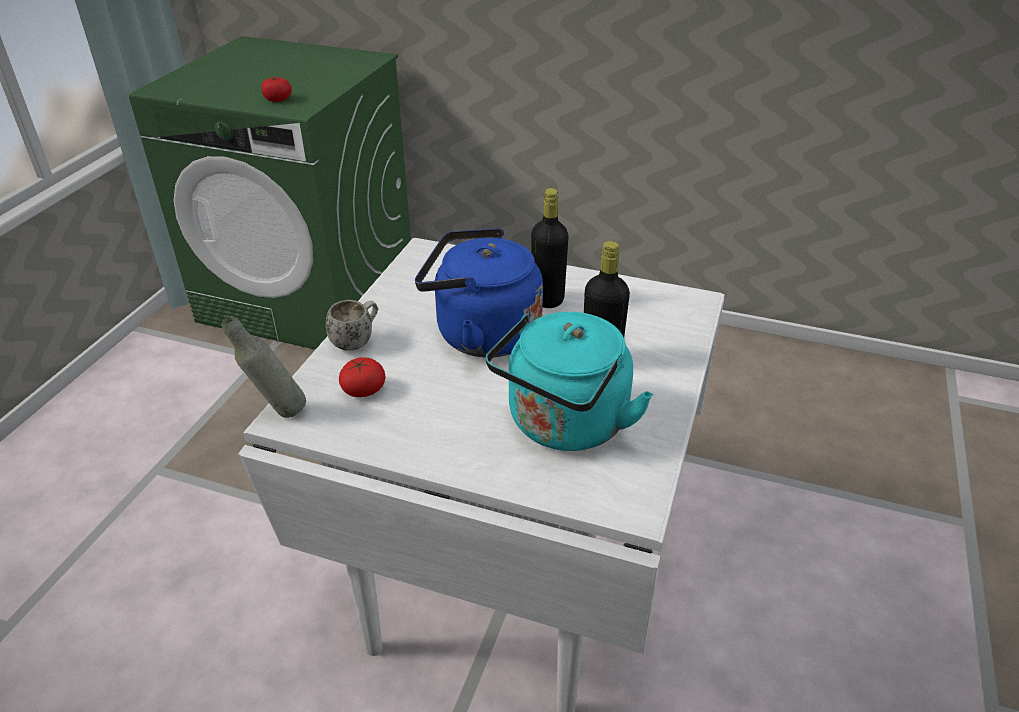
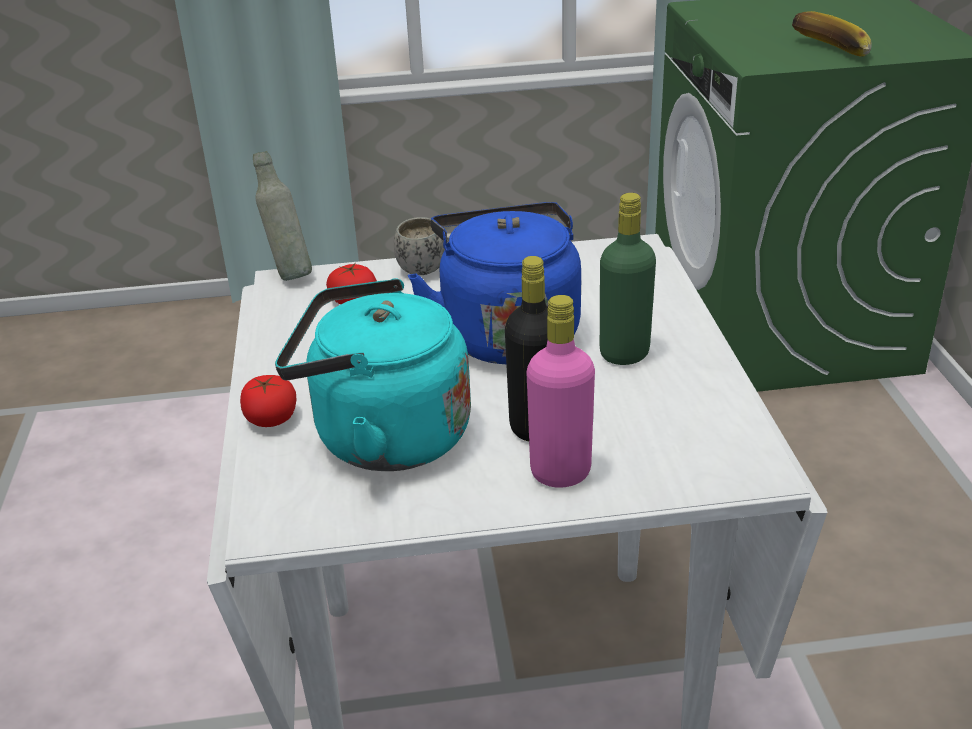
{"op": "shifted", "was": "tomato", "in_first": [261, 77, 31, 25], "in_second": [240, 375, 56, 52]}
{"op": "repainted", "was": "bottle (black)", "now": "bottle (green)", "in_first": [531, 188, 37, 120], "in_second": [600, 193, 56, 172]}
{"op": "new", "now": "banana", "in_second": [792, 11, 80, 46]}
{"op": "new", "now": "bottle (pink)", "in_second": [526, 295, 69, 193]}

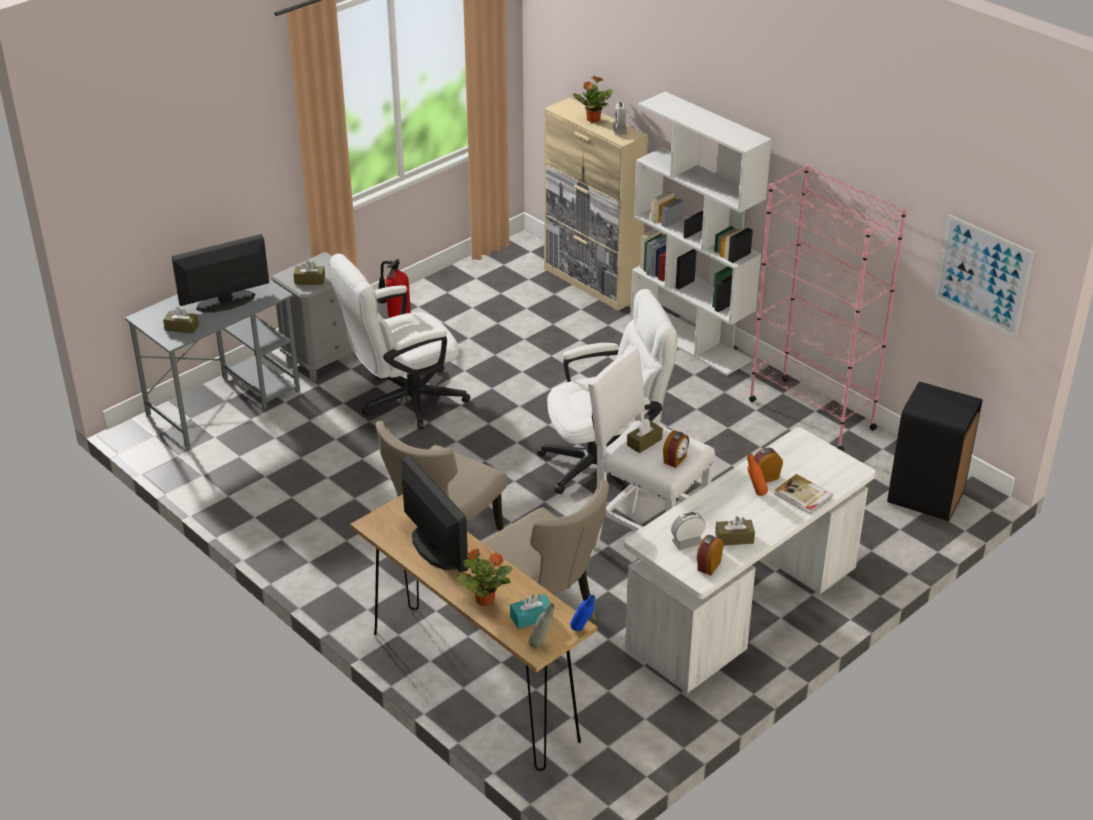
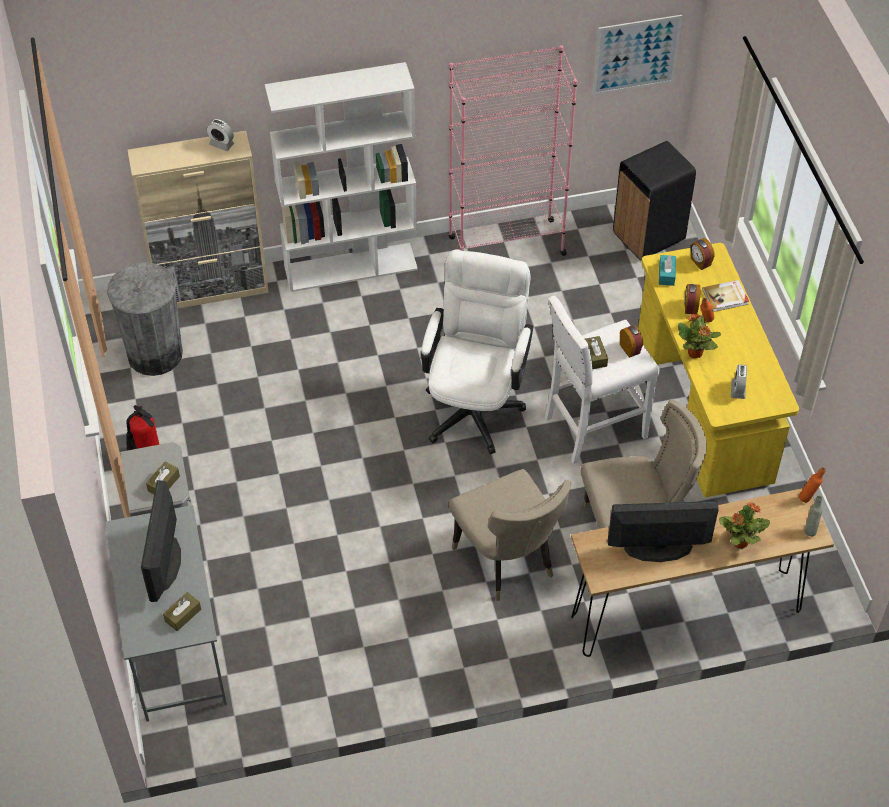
{"op": "shifted", "was": "potted plant", "in_first": [573, 76, 40, 47], "in_second": [678, 314, 43, 44]}
{"op": "gone", "was": "office chair (white)", "in_first": [329, 254, 141, 176]}
{"op": "repainted", "was": "desk (white)", "now": "desk (yellow)", "in_first": [624, 427, 252, 267], "in_second": [638, 243, 161, 254]}
{"op": "gone", "was": "tissue box (brown)", "in_first": [715, 516, 40, 29]}
{"op": "shifted", "was": "alarm clock", "in_first": [697, 535, 27, 40], "in_second": [690, 238, 24, 32]}
{"op": "shifted", "was": "tissue box (turquoise)", "in_first": [510, 594, 43, 35], "in_second": [659, 255, 17, 31]}
{"op": "repainted", "was": "bottle (blue)", "now": "bottle (orange)", "in_first": [570, 595, 25, 36], "in_second": [799, 467, 27, 36]}
{"op": "new", "now": "trash can (grey)", "in_second": [107, 262, 76, 114]}

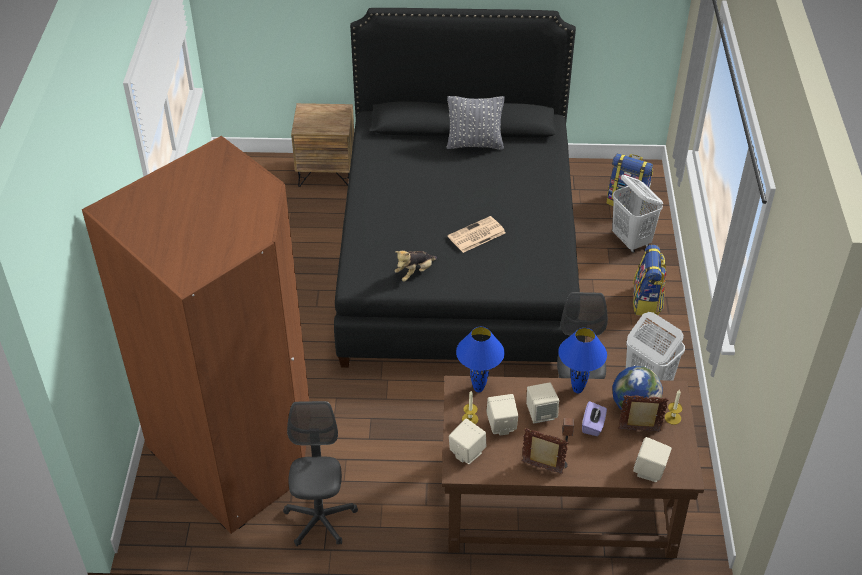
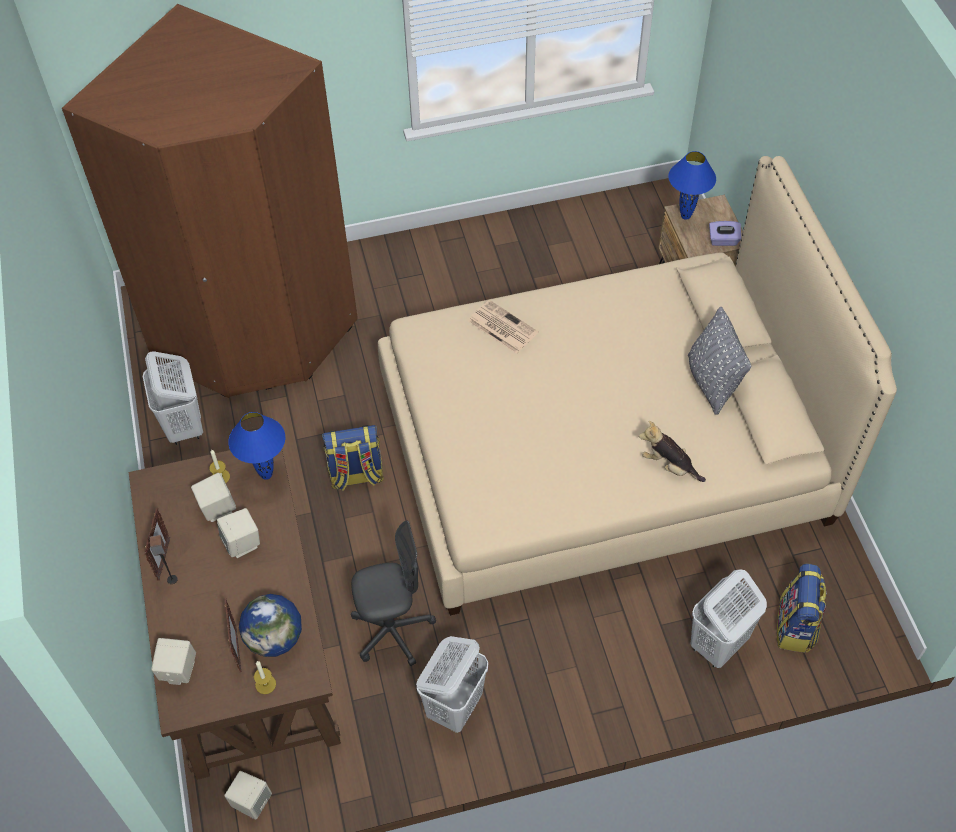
{"op": "repainted", "was": "bed (black)", "now": "bed (beige)", "in_first": [334, 8, 246, 360], "in_second": [378, 156, 519, 460]}
{"op": "shifted", "was": "newspaper", "in_first": [448, 216, 58, 37], "in_second": [468, 300, 70, 54]}
{"op": "shifted", "was": "backpack", "in_first": [633, 245, 33, 71], "in_second": [322, 425, 62, 66]}
{"op": "shifted", "was": "plush toy", "in_first": [395, 251, 42, 31], "in_second": [639, 421, 67, 61]}
{"op": "shifted", "was": "table lamp (blue)", "in_first": [558, 328, 49, 65], "in_second": [668, 151, 48, 69]}
{"op": "swapped", "was": "office chair (grey)", "now": "laundry basket (white)", "in_first": [283, 401, 75, 145], "in_second": [143, 351, 60, 94]}
{"op": "shifted", "was": "tissue box (purple)", "in_first": [582, 401, 25, 35], "in_second": [709, 221, 32, 25]}
{"op": "shifted", "was": "speaker (beige)", "in_first": [449, 418, 37, 46], "in_second": [224, 771, 48, 49]}

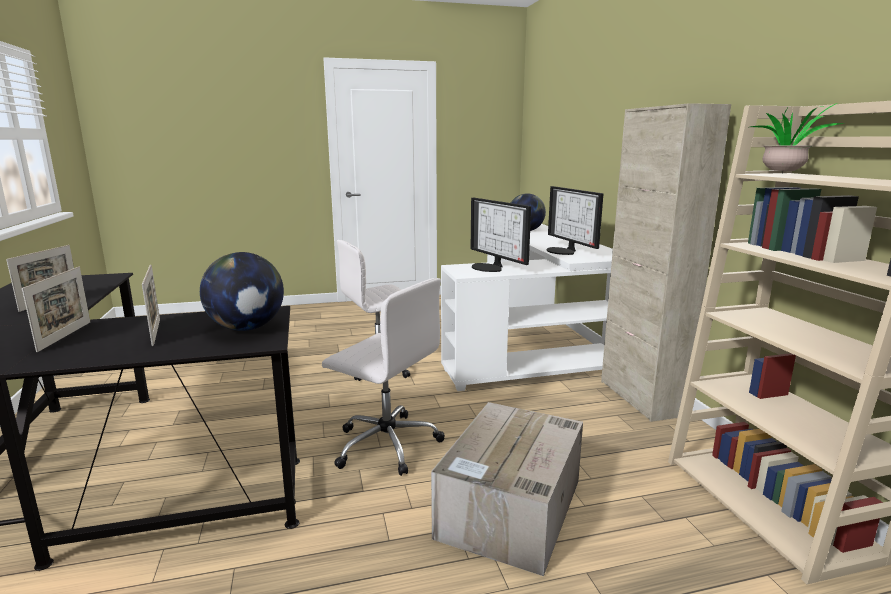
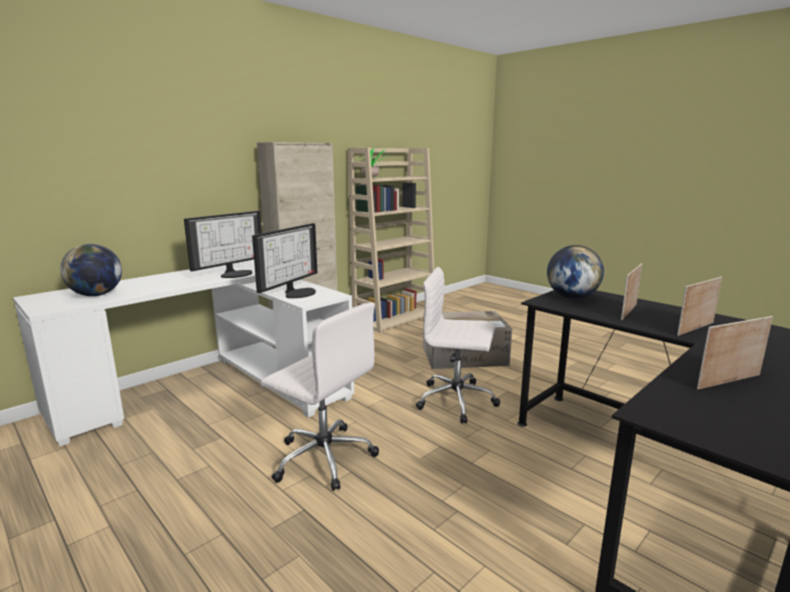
{"op": "rotated", "was": "office chair (white)", "in_first": [322, 278, 123, 198], "in_second": [416, 267, 84, 157], "clockwise": -75}

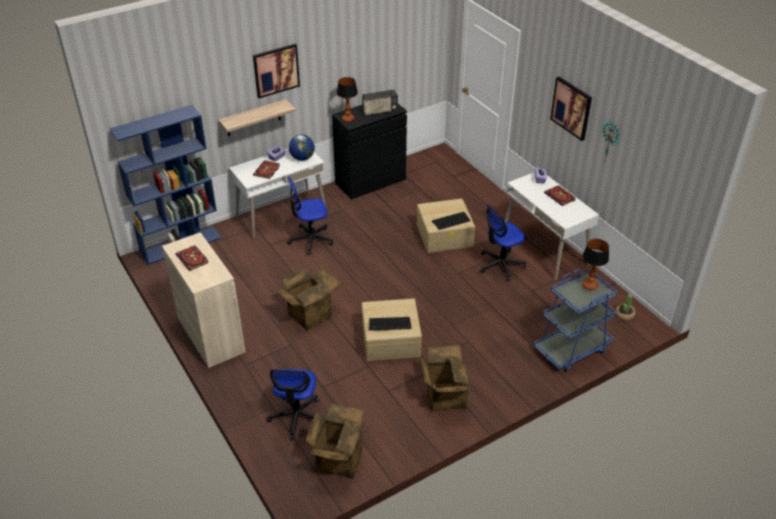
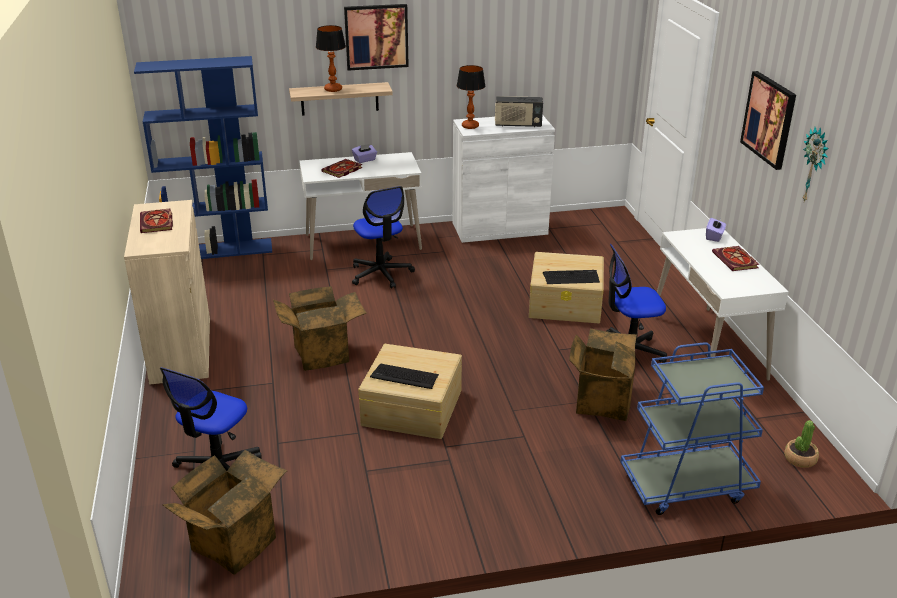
{"op": "repainted", "was": "cabinet (black)", "now": "cabinet (white)", "in_first": [332, 104, 75, 95], "in_second": [453, 115, 102, 128]}
{"op": "gone", "was": "globe", "in_first": [289, 134, 26, 27]}
{"op": "rotated", "was": "office chair", "in_first": [287, 177, 46, 78], "in_second": [352, 186, 63, 103], "clockwise": -120}
{"op": "shifted", "was": "table lamp", "in_first": [582, 239, 27, 51], "in_second": [316, 25, 30, 67]}
{"op": "shifted", "was": "cardboard box", "in_first": [421, 345, 50, 67], "in_second": [569, 328, 68, 93]}

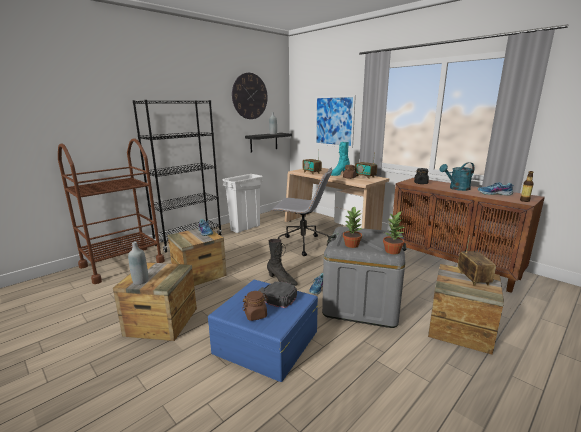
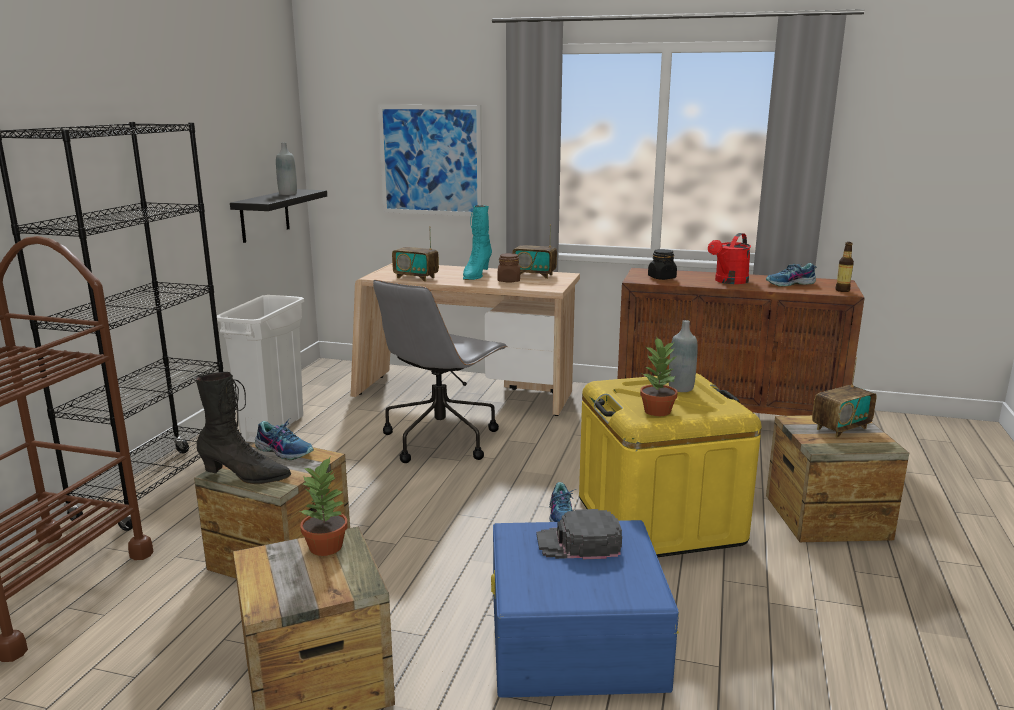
{"op": "gone", "was": "wall clock", "in_first": [232, 73, 36, 46]}
{"op": "repainted", "was": "watering can (turquoise)", "now": "watering can (red)", "in_first": [440, 162, 34, 29], "in_second": [708, 233, 43, 51]}
{"op": "rotated", "was": "office chair (grey)", "in_first": [271, 167, 61, 89], "in_second": [373, 280, 135, 183], "clockwise": 135}
{"op": "shifted", "was": "potted plant", "in_first": [383, 212, 22, 42], "in_second": [300, 457, 48, 99]}
{"op": "repainted", "was": "storage box (grey)", "now": "storage box (yellow)", "in_first": [322, 226, 84, 102], "in_second": [579, 373, 182, 184]}
{"op": "rotated", "was": "radio", "in_first": [458, 235, 38, 51], "in_second": [812, 357, 64, 81], "clockwise": 90}
{"op": "shifted", "was": "boot (black)", "in_first": [267, 239, 31, 47], "in_second": [196, 372, 95, 112]}
{"op": "shifted", "was": "bottle (grey)", "in_first": [128, 242, 20, 43], "in_second": [669, 320, 29, 72]}
{"op": "gone", "was": "jar (brown)", "in_first": [242, 291, 27, 30]}

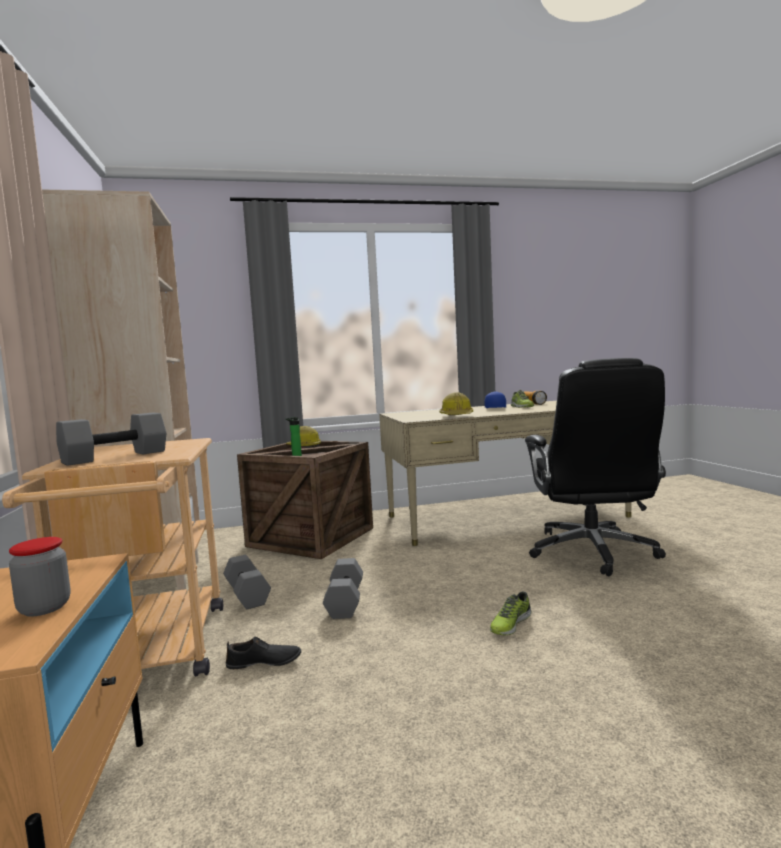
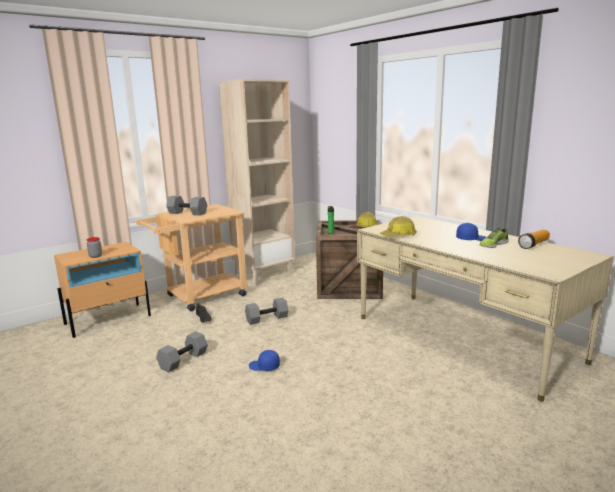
{"op": "gone", "was": "office chair (black)", "in_first": [525, 358, 141, 218]}
{"op": "shifted", "was": "dumbbell (grey)", "in_first": [223, 555, 48, 54], "in_second": [156, 331, 52, 41]}
{"op": "swapped", "was": "shoe", "now": "cap (blue)", "in_first": [490, 591, 41, 44], "in_second": [249, 350, 31, 21]}

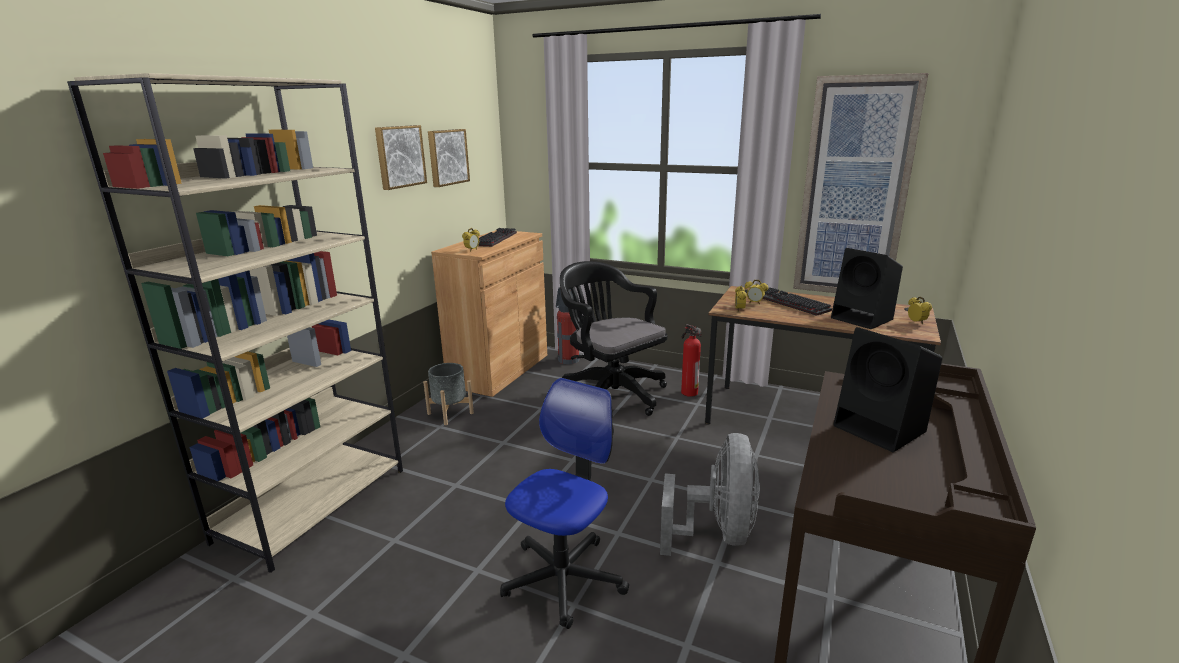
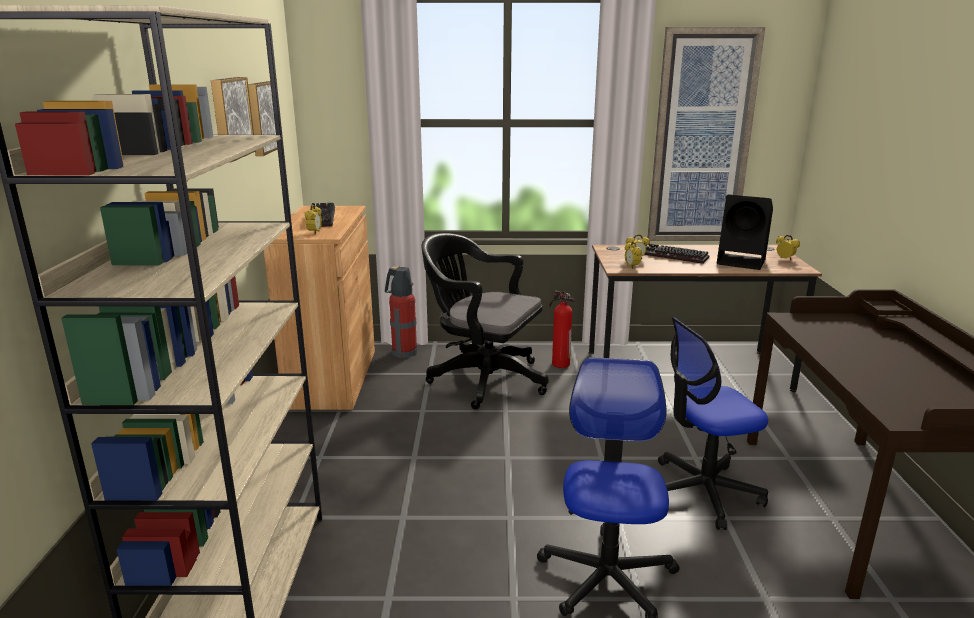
{"op": "gone", "was": "speaker (black)", "in_first": [833, 327, 109, 125]}
{"op": "gone", "was": "planter (grey)", "in_first": [423, 363, 51, 62]}
{"op": "swapped", "was": "fan (grey)", "now": "office chair", "in_first": [660, 433, 100, 123], "in_second": [658, 317, 110, 213]}

